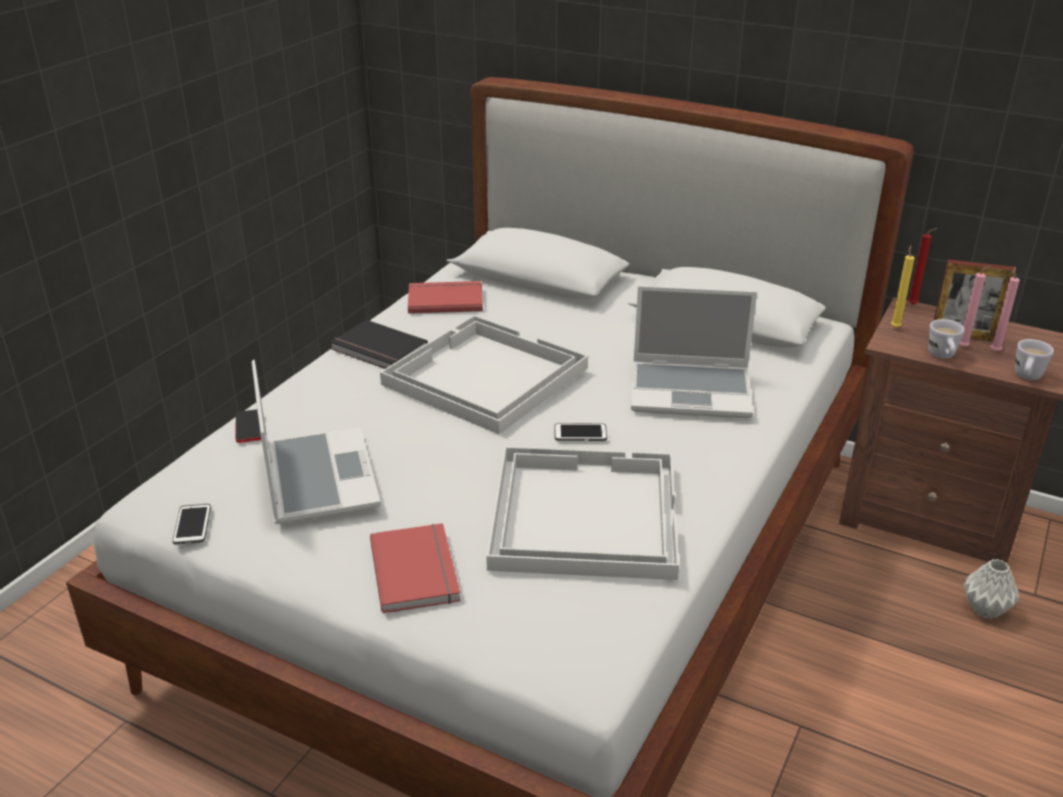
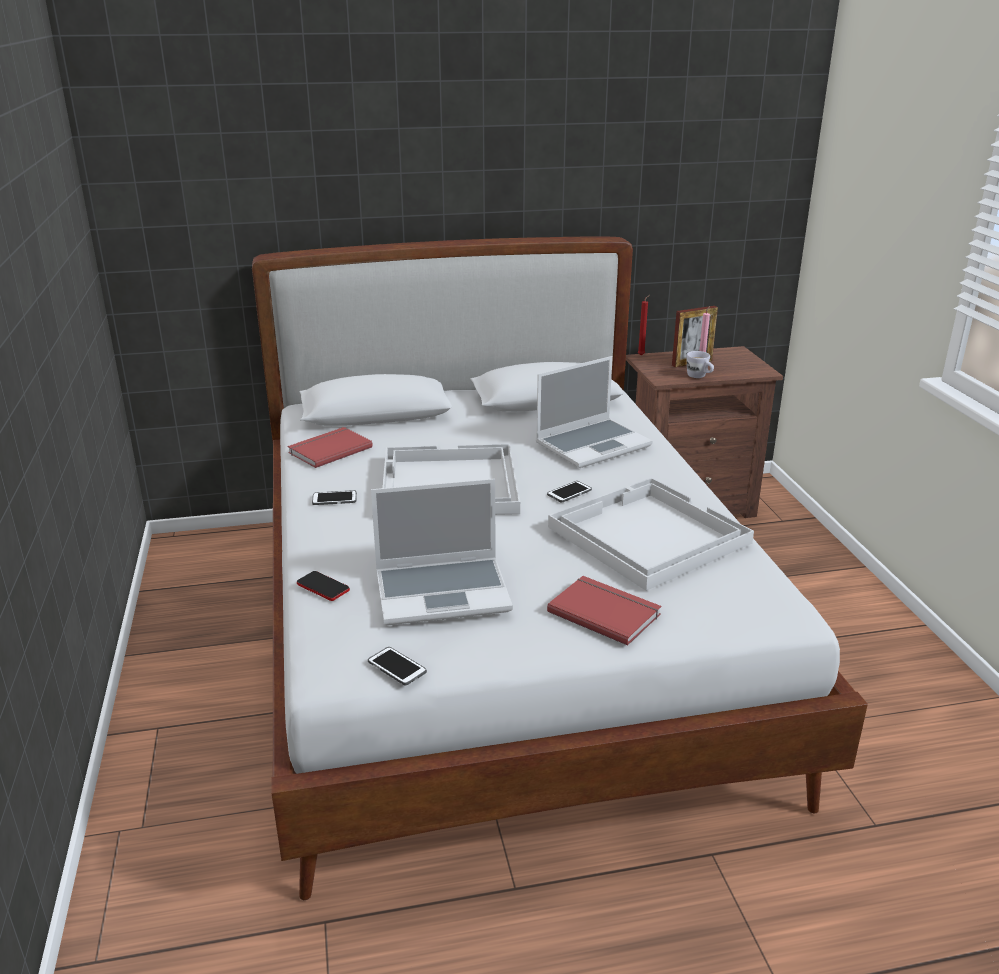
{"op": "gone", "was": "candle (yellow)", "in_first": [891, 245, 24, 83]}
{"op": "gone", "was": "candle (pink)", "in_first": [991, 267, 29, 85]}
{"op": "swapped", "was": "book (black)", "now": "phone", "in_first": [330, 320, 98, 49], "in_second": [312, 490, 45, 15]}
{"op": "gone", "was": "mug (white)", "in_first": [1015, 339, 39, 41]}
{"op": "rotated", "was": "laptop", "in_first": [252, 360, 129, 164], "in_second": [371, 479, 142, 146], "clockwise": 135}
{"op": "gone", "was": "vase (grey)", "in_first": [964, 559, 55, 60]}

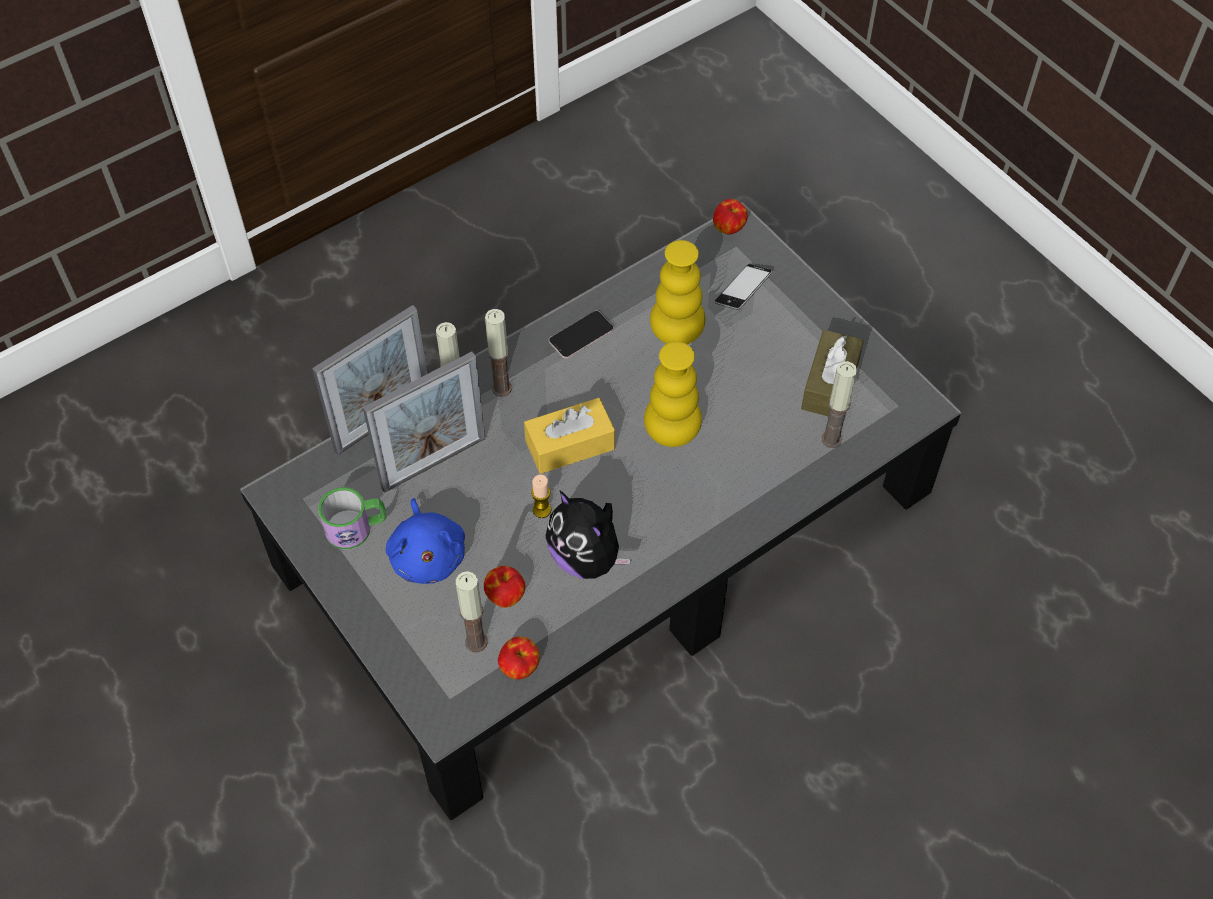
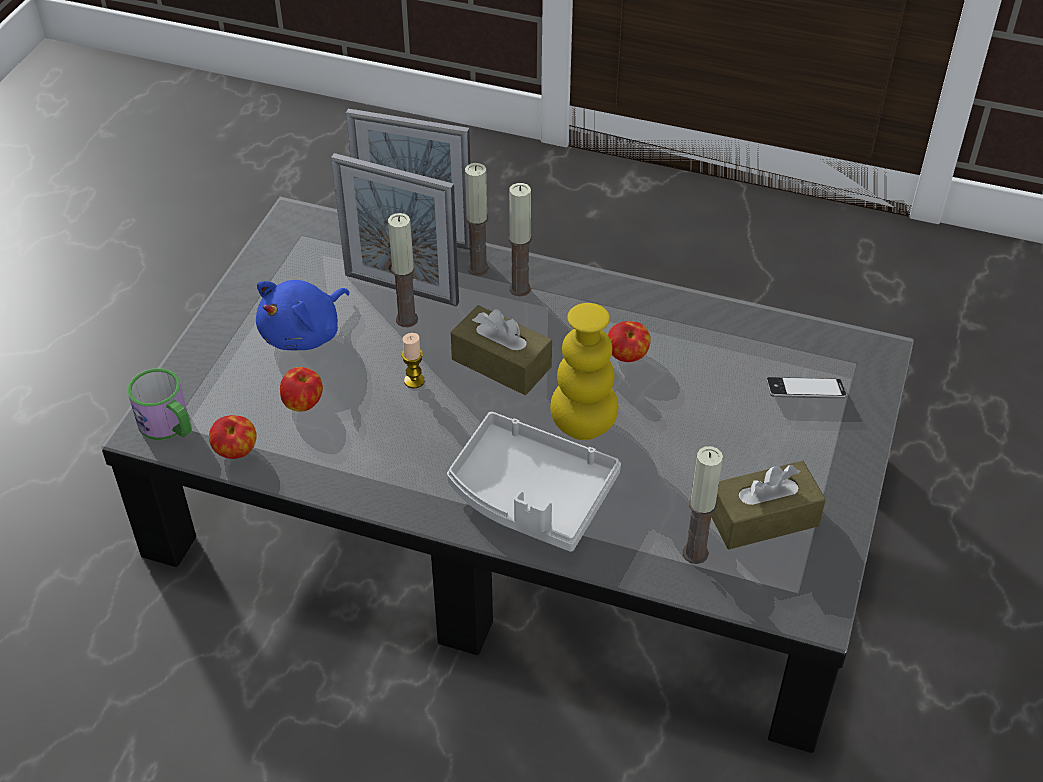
{"op": "shifted", "was": "apple", "in_first": [713, 199, 35, 35], "in_second": [608, 321, 43, 41]}
{"op": "gone", "was": "vase (yellow)", "in_first": [650, 240, 55, 104]}
{"op": "gone", "was": "phone", "in_first": [549, 311, 65, 48]}
{"op": "repainted", "was": "tissue box (yellow)", "now": "tissue box (brown)", "in_first": [524, 398, 91, 76], "in_second": [451, 305, 101, 90]}
{"op": "shifted", "was": "mug", "in_first": [318, 487, 69, 62], "in_second": [127, 368, 65, 72]}
{"op": "gone", "was": "plush toy", "in_first": [546, 490, 86, 89]}
{"op": "shifted", "was": "candle", "in_first": [456, 571, 32, 81], "in_second": [388, 213, 30, 114]}
{"op": "new", "now": "tray (grey)", "in_second": [447, 412, 174, 140]}

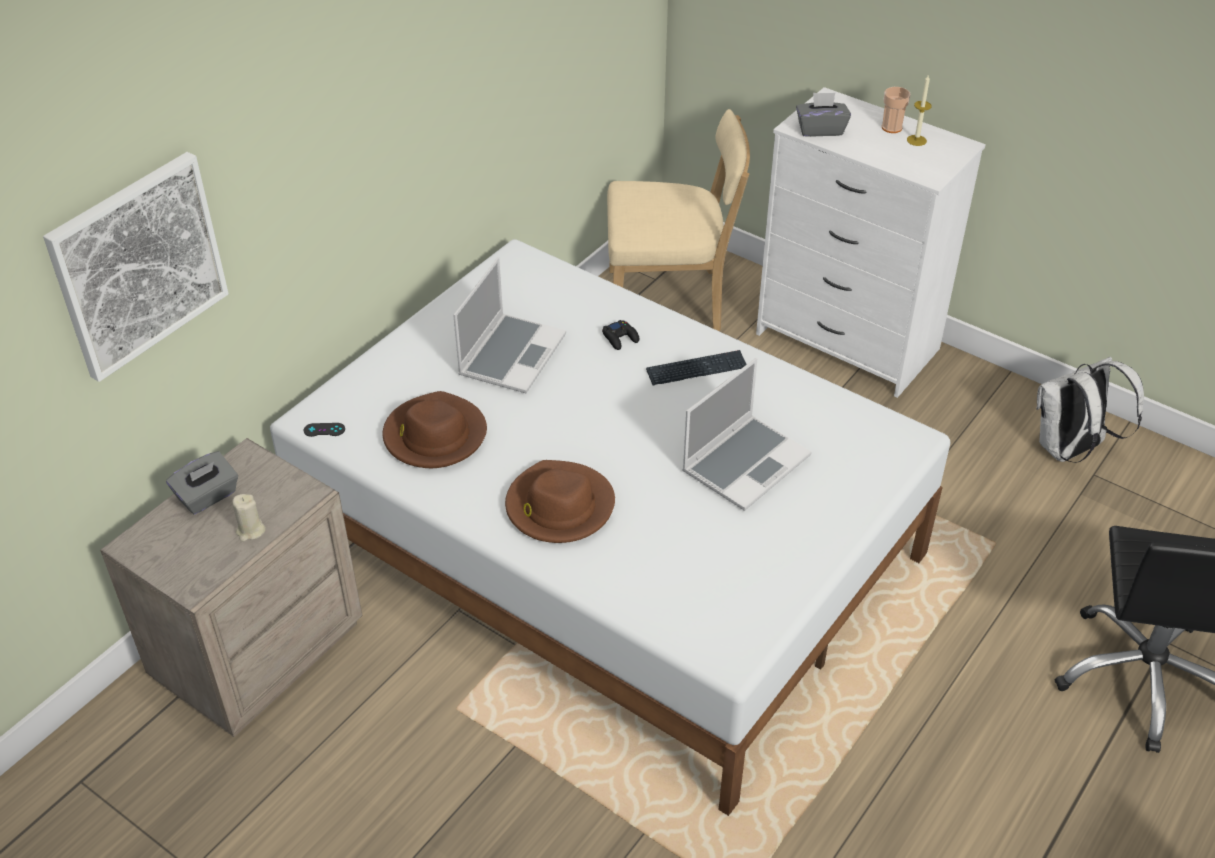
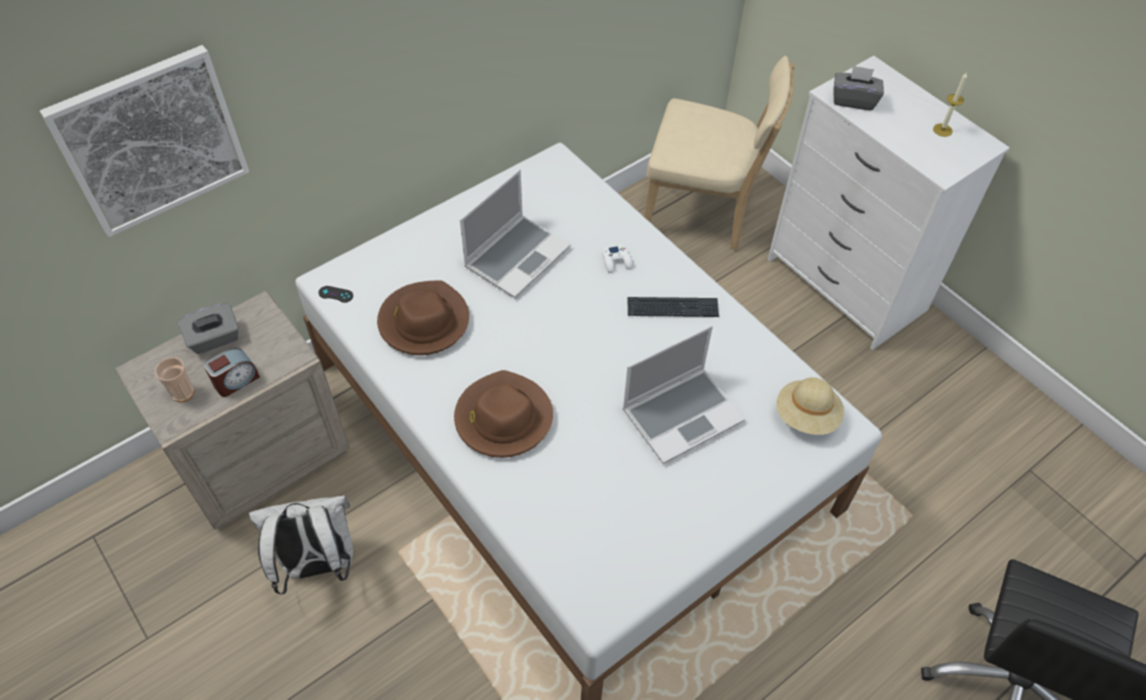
{"op": "shifted", "was": "cup", "in_first": [882, 87, 28, 46], "in_second": [155, 358, 39, 44]}
{"op": "repainted", "was": "game controller (black)", "now": "game controller (white)", "in_first": [602, 320, 37, 30], "in_second": [602, 244, 30, 29]}
{"op": "shifted", "was": "backpack (white)", "in_first": [1036, 357, 108, 106], "in_second": [249, 495, 104, 99]}
{"op": "swapped", "was": "candle (beige)", "now": "alarm clock", "in_first": [232, 494, 34, 48], "in_second": [204, 348, 56, 49]}
{"op": "new", "now": "hat (beige)", "in_second": [777, 377, 67, 58]}

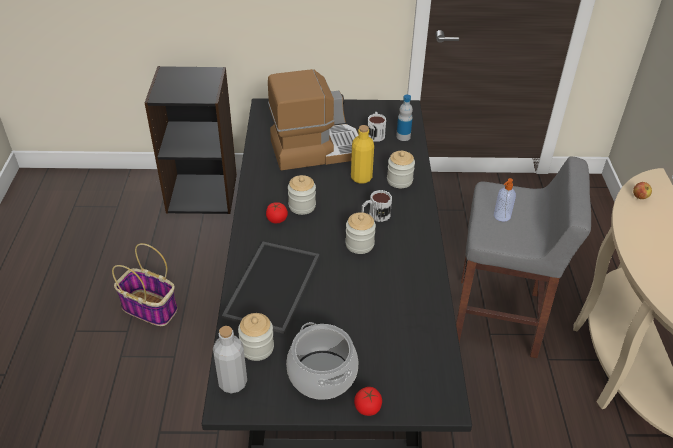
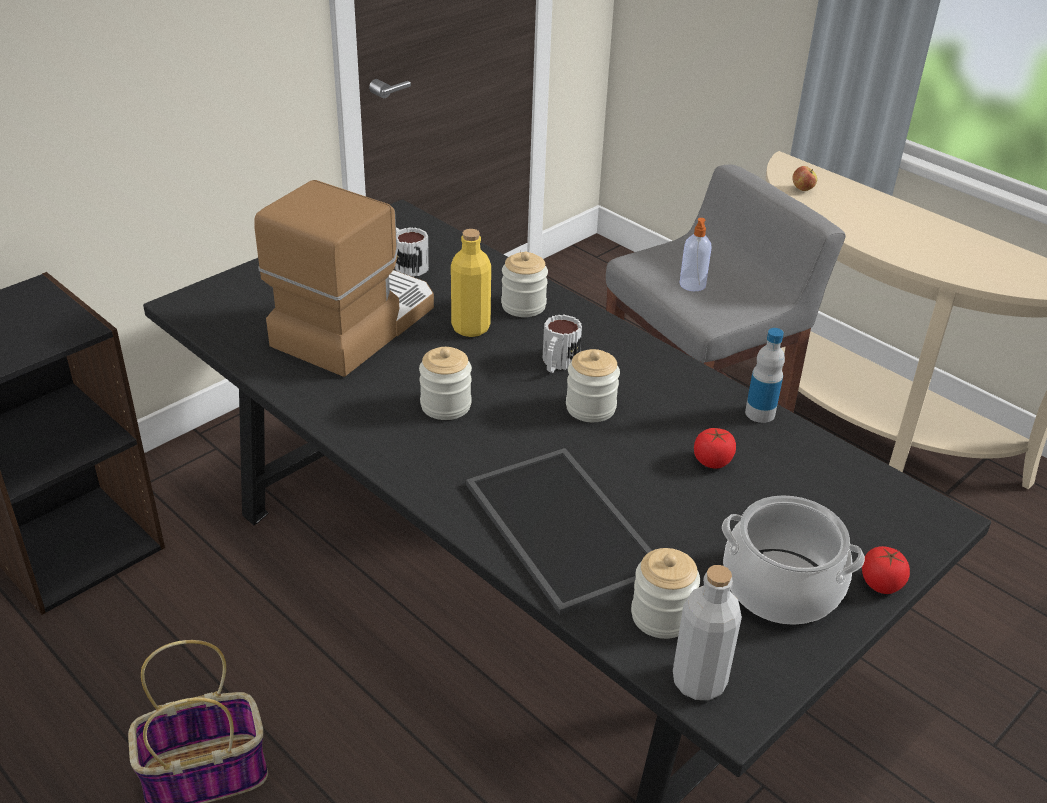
{"op": "shifted", "was": "bottle", "in_first": [396, 95, 17, 46], "in_second": [745, 328, 40, 95]}
{"op": "shifted", "was": "tomato", "in_first": [266, 202, 22, 21], "in_second": [694, 428, 42, 41]}

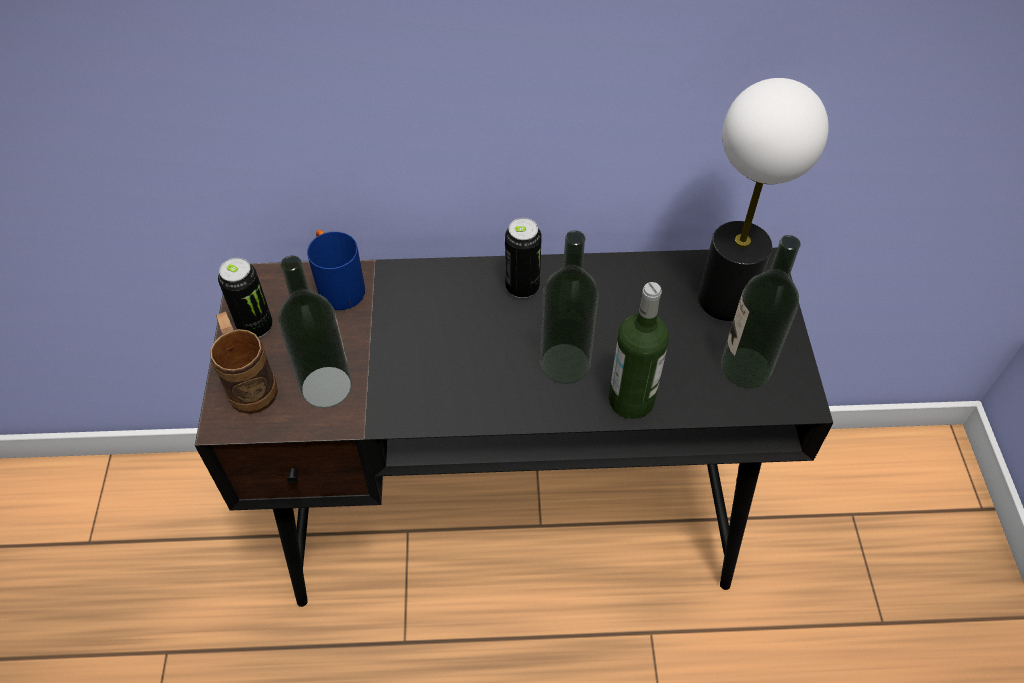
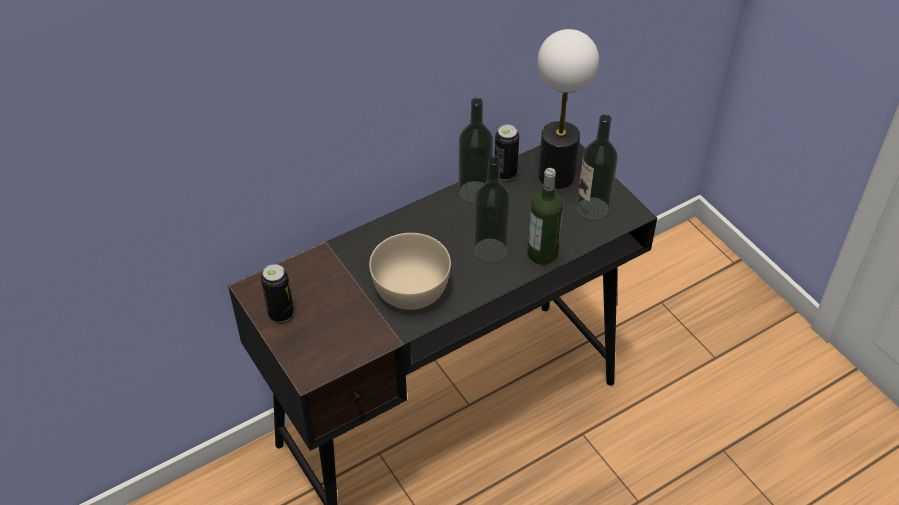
{"op": "shifted", "was": "can", "in_first": [505, 218, 37, 80], "in_second": [495, 124, 24, 56]}
{"op": "gone", "was": "mug (blue)", "in_first": [307, 230, 58, 80]}
{"op": "shifted", "was": "bottle", "in_first": [278, 255, 74, 153], "in_second": [458, 98, 35, 106]}
{"op": "gone", "was": "mug (brown)", "in_first": [210, 311, 68, 103]}
{"op": "new", "now": "bowl (beige)", "in_second": [369, 233, 82, 77]}

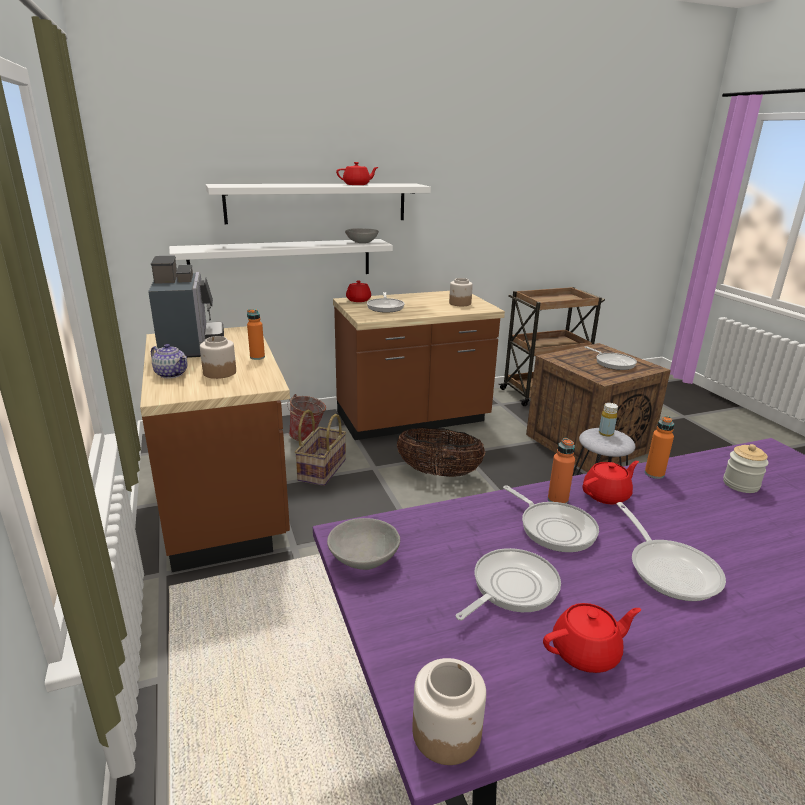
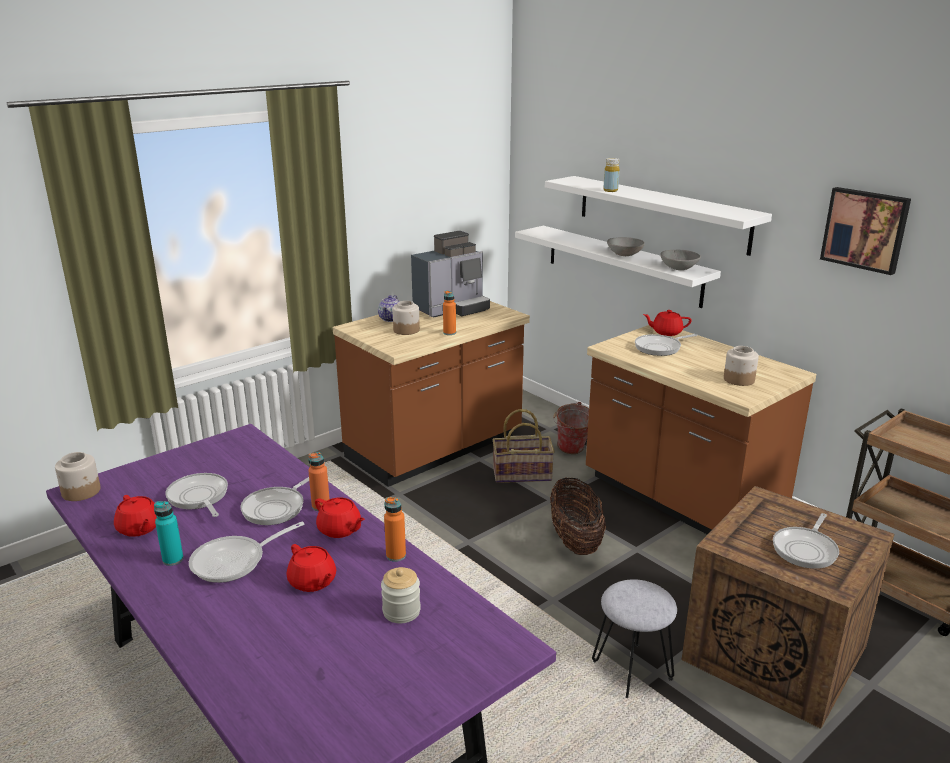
{"op": "shifted", "was": "teapot (red)", "in_first": [336, 162, 42, 23], "in_second": [287, 544, 49, 48]}
{"op": "shifted", "was": "bottle (yellow)", "in_first": [599, 403, 19, 34], "in_second": [603, 158, 17, 34]}
{"op": "shifted", "was": "bowl (grey)", "in_first": [327, 518, 73, 52], "in_second": [607, 237, 38, 19]}
{"op": "rotated", "was": "frying pan", "in_first": [456, 548, 105, 73], "in_second": [165, 473, 63, 44], "clockwise": -150}
{"op": "new", "now": "picture", "in_second": [820, 187, 91, 88]}
{"op": "new", "now": "bottle (turquoise)", "in_second": [154, 501, 30, 65]}

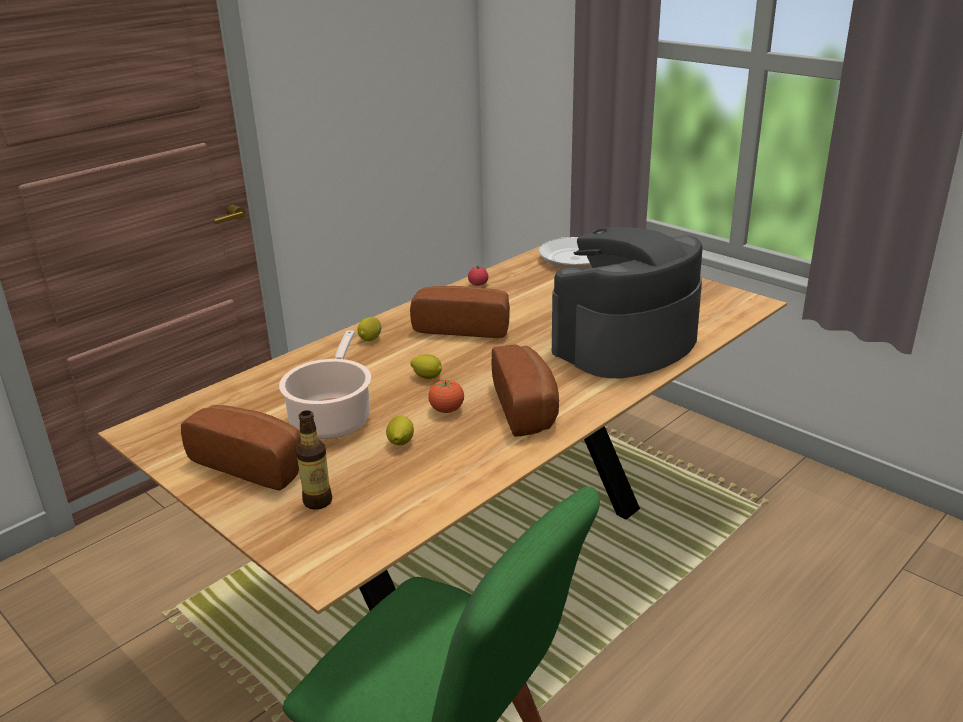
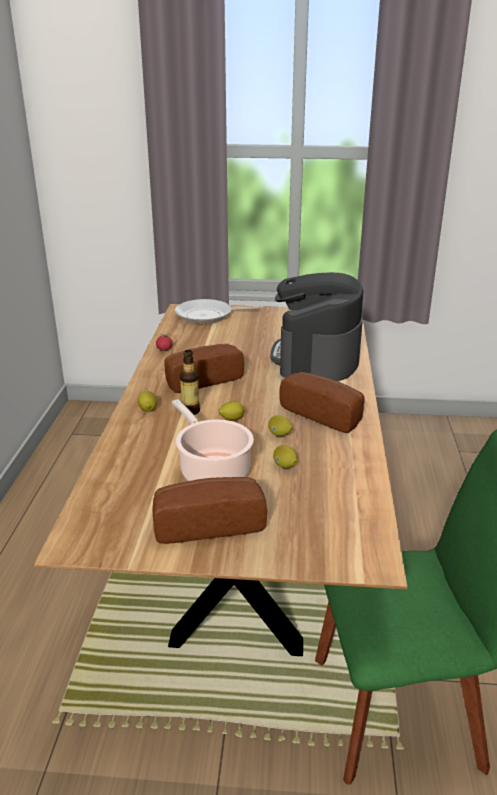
{"op": "swapped", "was": "tomato", "now": "lemon", "in_first": [428, 380, 36, 33], "in_second": [268, 415, 25, 21]}
{"op": "shifted", "was": "bottle", "in_first": [296, 410, 36, 100], "in_second": [180, 350, 20, 65]}

